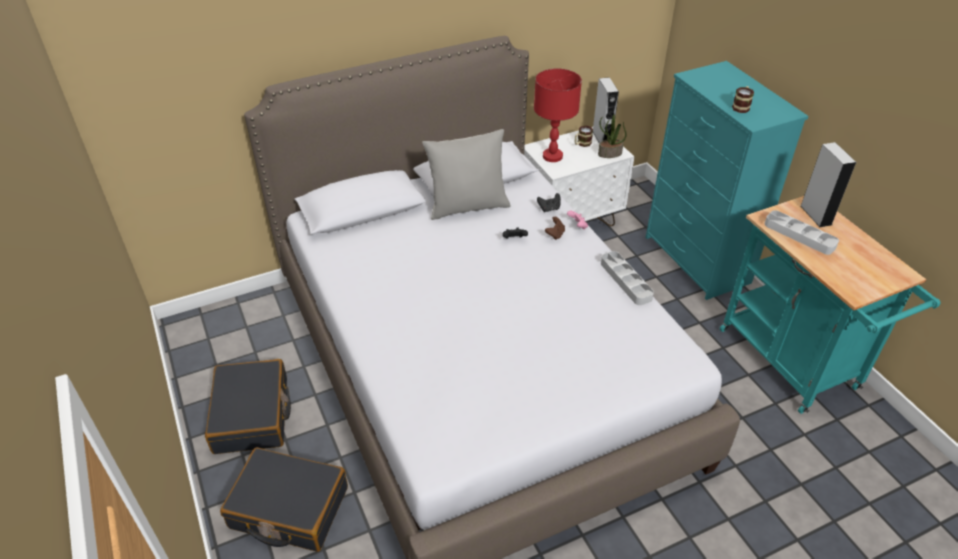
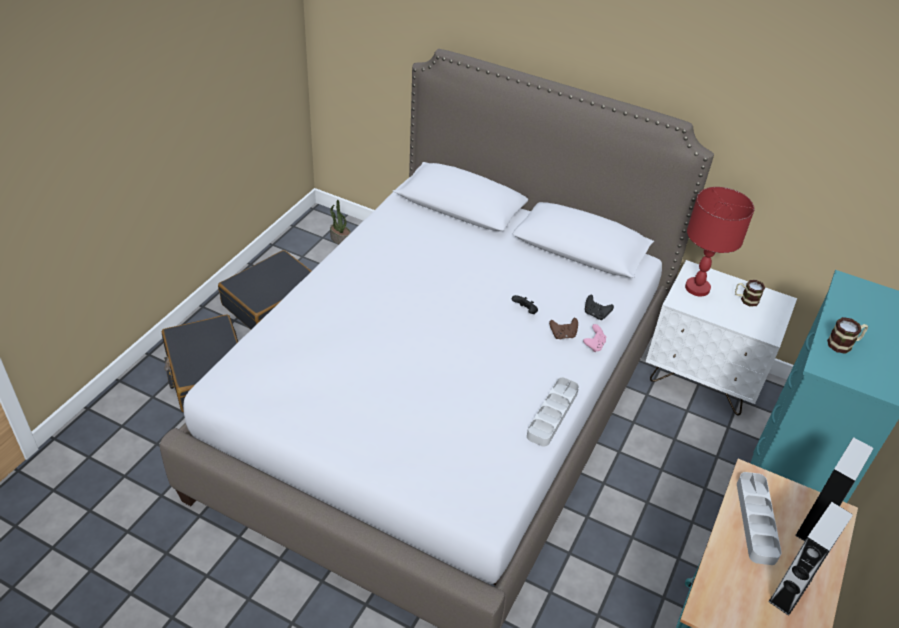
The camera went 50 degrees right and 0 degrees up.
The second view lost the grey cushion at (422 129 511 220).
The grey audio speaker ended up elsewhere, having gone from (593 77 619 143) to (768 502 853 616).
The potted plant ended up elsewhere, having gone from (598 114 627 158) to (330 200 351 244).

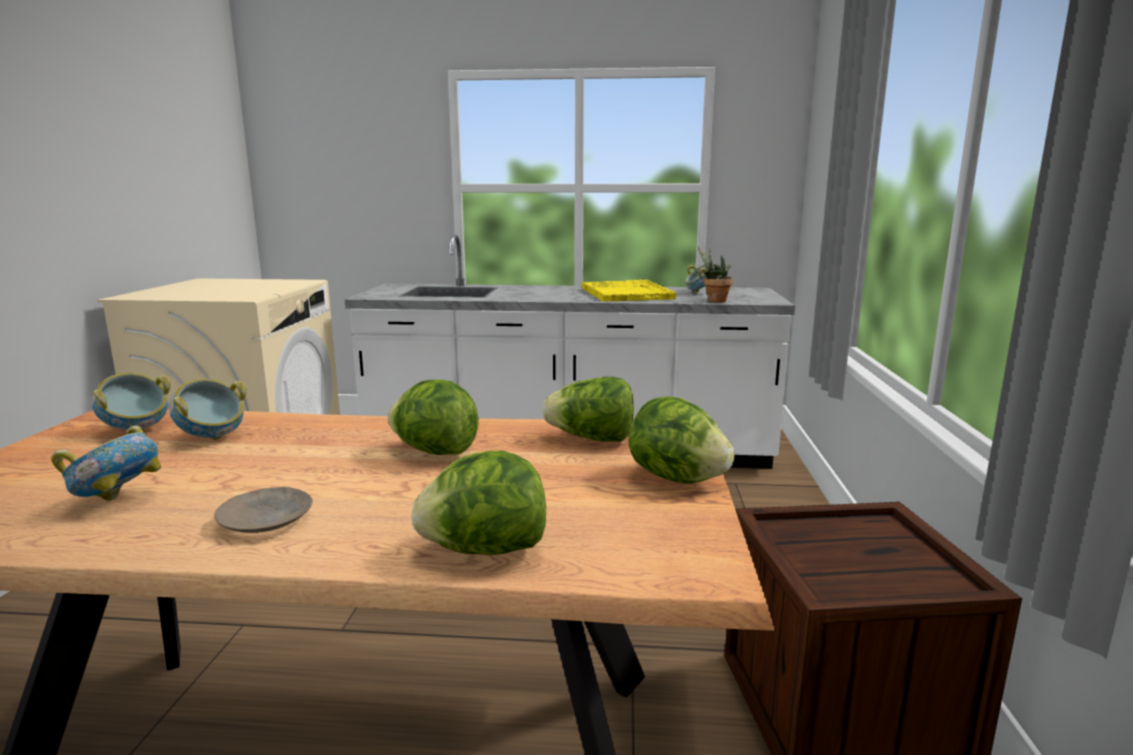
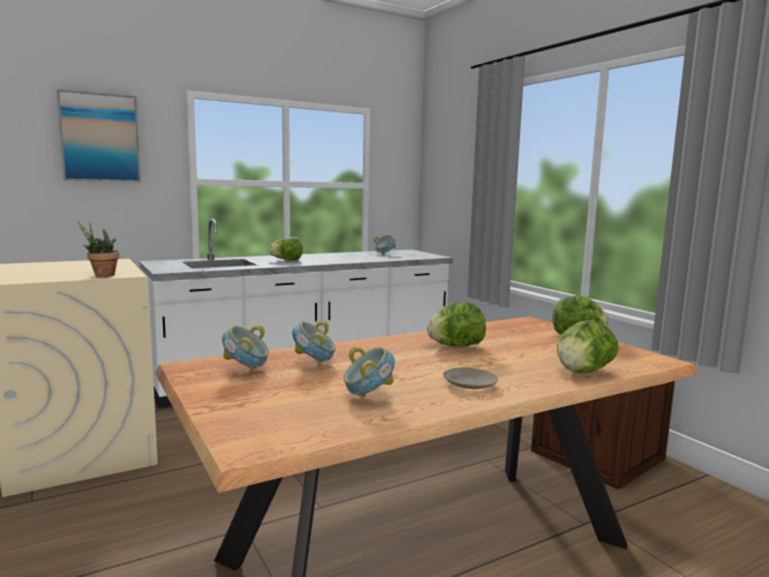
The camera went 35 degrees left and 5 degrees down.
The lettuce head ended up elsewhere, having gone from (542 377 634 442) to (268 237 303 260).
The second view lost the yellow serving tray at (582 280 676 302).
The potted plant ended up elsewhere, having gone from (698 247 733 303) to (78 221 119 277).
The second view gained the picture at (57 89 141 182).

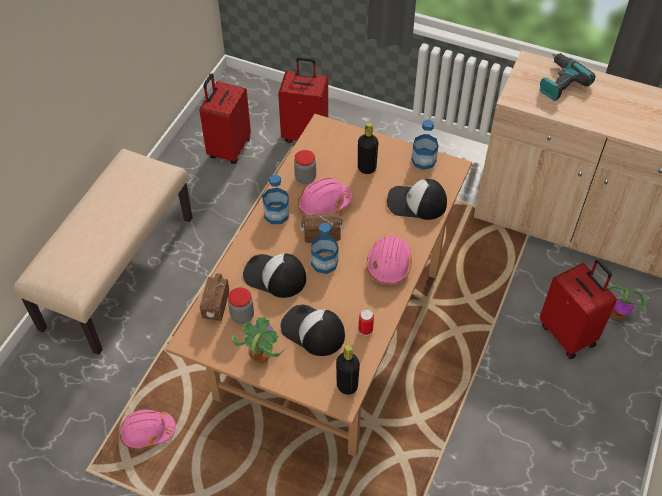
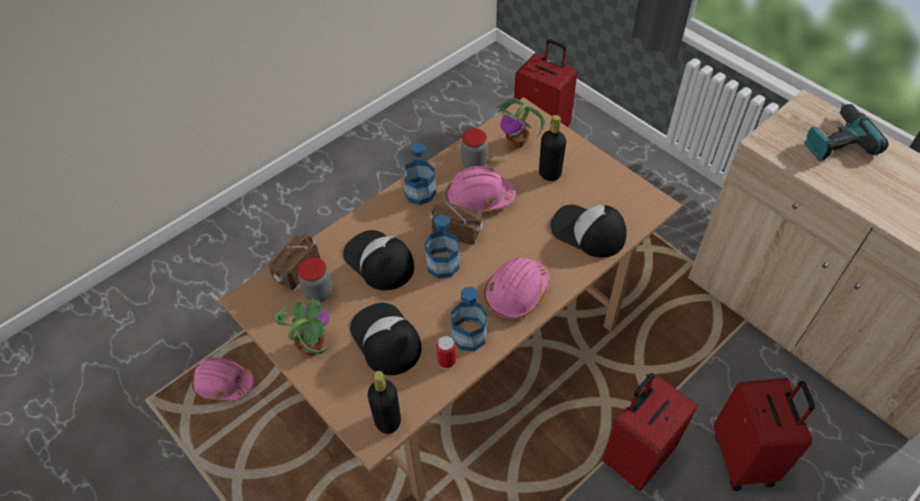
The camera went 25 degrees right and 0 degrees up.
The second view lost the beige bench at (13 149 193 355).
The red-coloured piece of luggage ended up elsewhere, having gone from (200 73 251 164) to (602 373 698 491).
The drink bottle ended up elsewhere, having gone from (411 120 438 170) to (451 287 488 351).
The potted plant ended up elsewhere, having gone from (606 285 647 319) to (495 98 545 148).

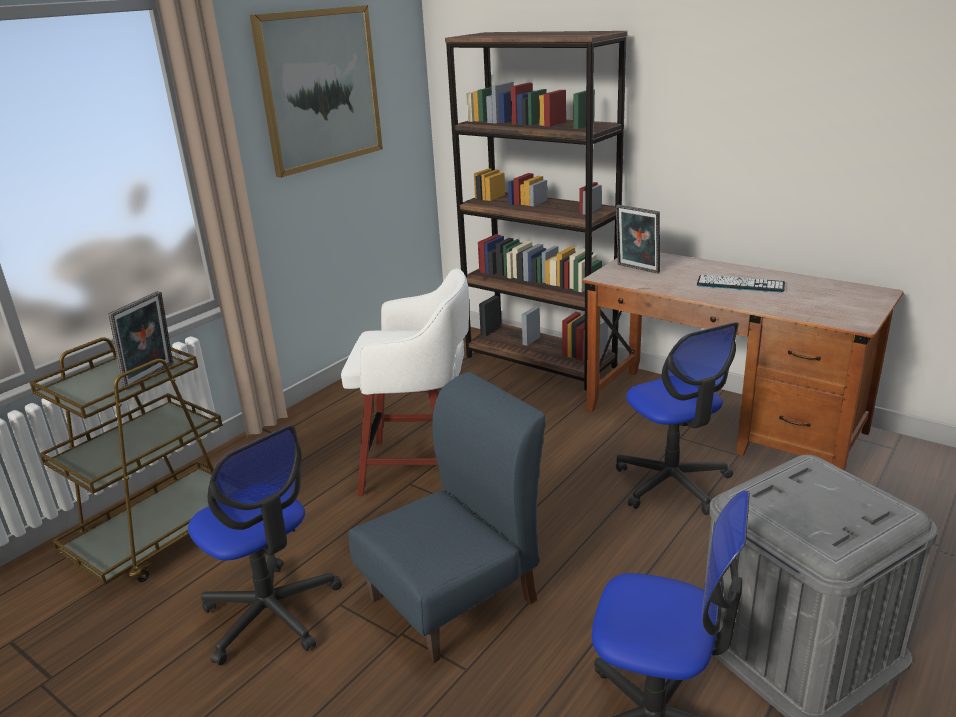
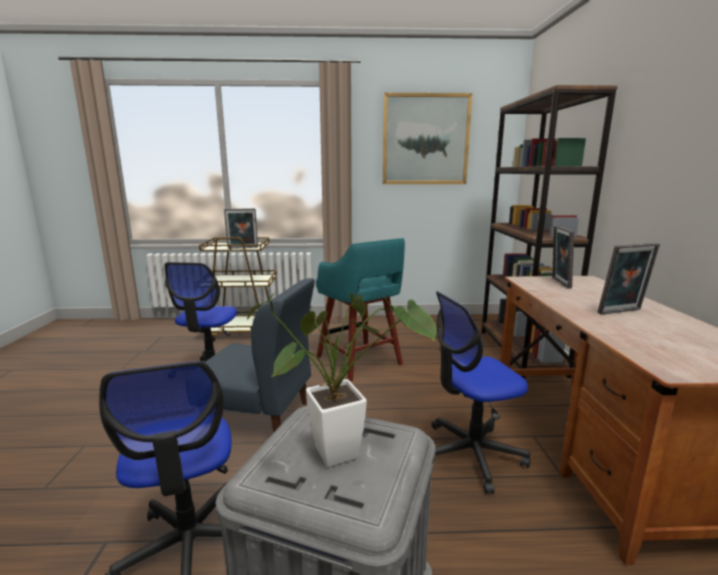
The camera went 50 degrees right and 10 degrees down.
What was the white stool at (341 268 469 496) turned into the blue-green stool at (316 238 405 382).
The office chair at (616 322 739 515) ended up facing another way, 45 degrees clockwise from before.
Where the computer keyboard stood at (697 275 785 293), the picture frame came to stand at (597 243 660 315).
The second view gained the potted plant at (247 293 437 467).

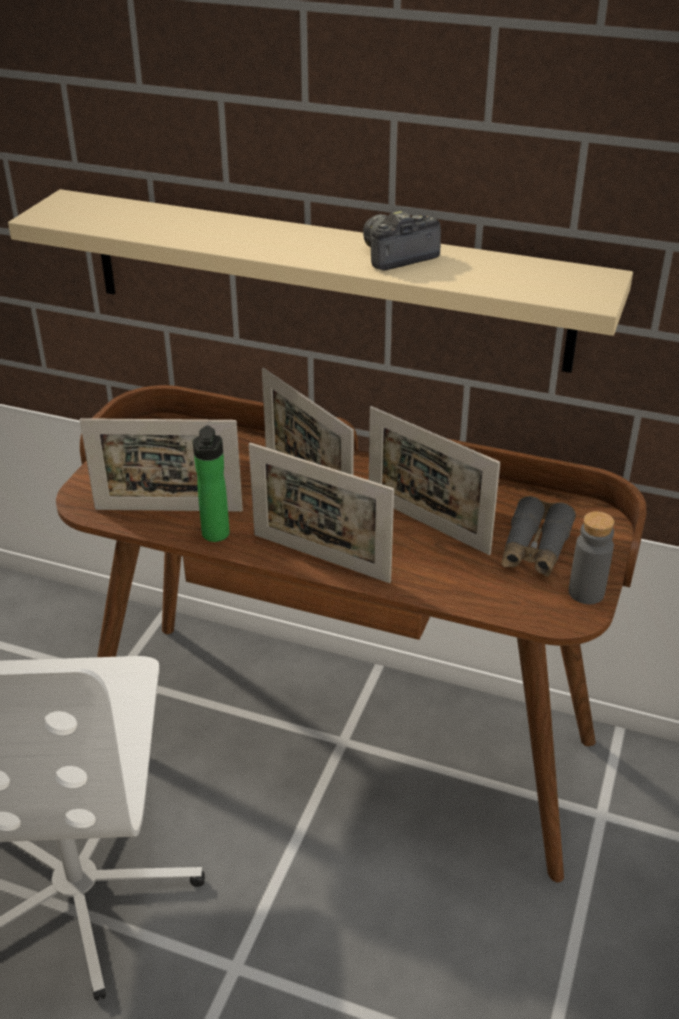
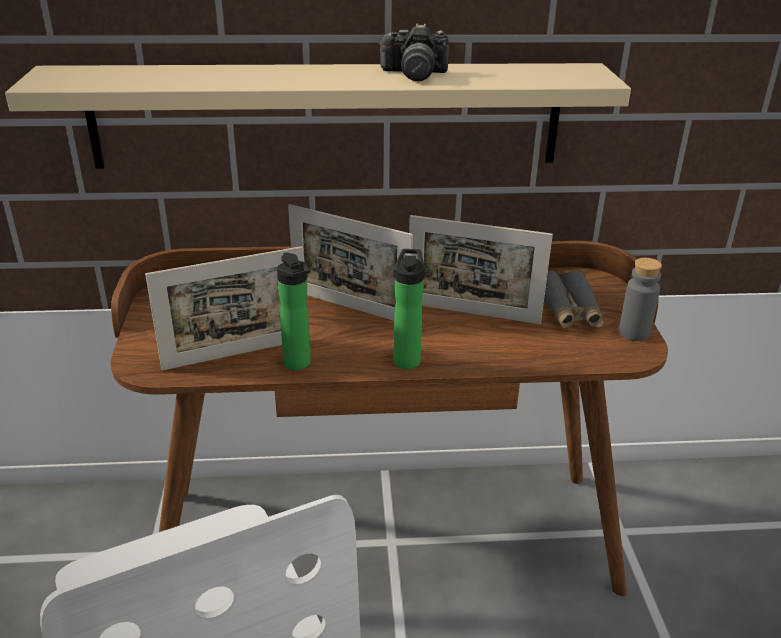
The camera went 25 degrees left and 5 degrees down.
Where the picture frame stood at (249 443 394 583), the drink bottle came to stand at (393 249 424 370).
The still camera at (363 211 441 271) ended up facing another way, 120 degrees counterclockwise from before.

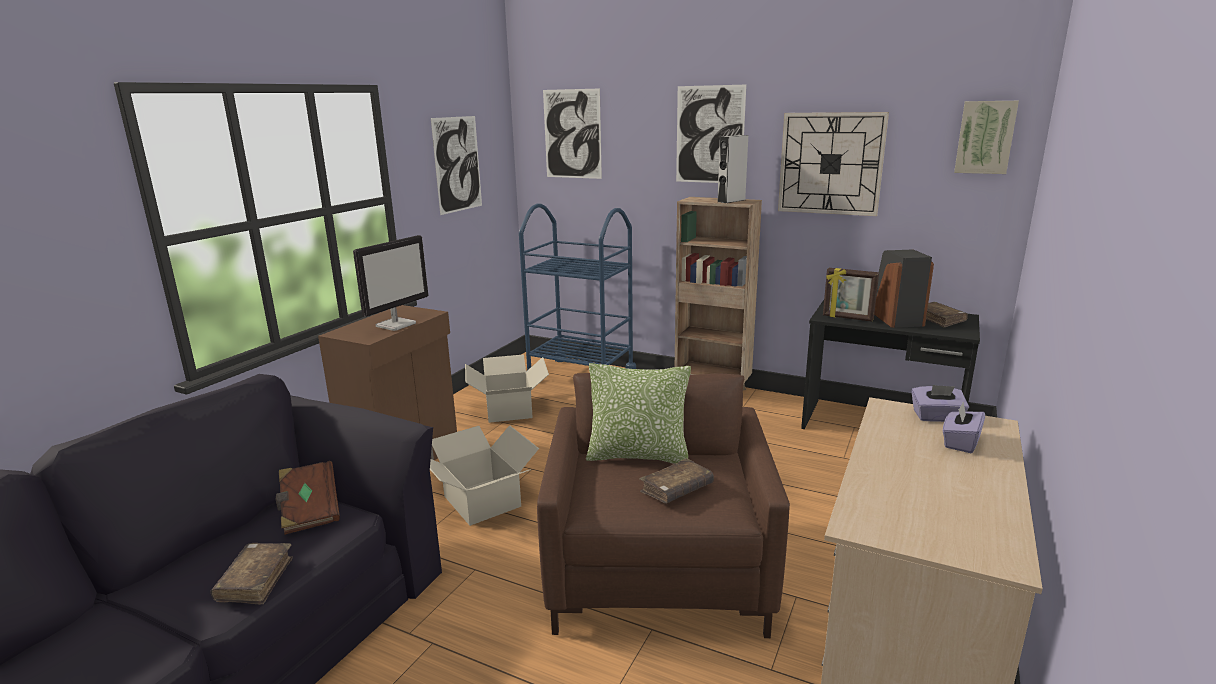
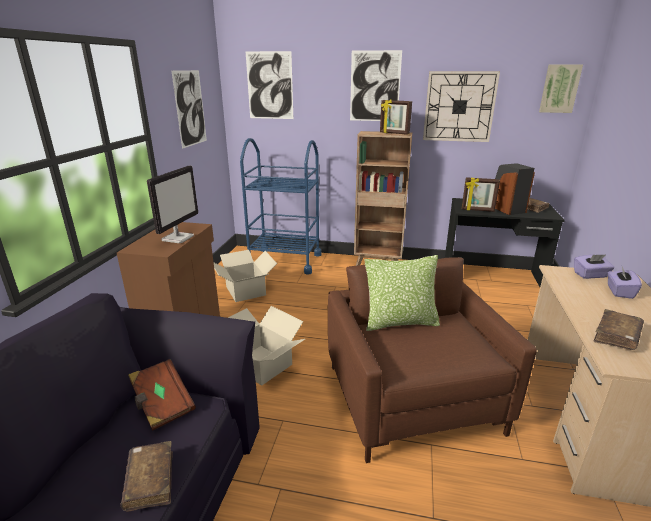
The camera went 15 degrees left and 5 degrees up.
The brownish volume ended up elsewhere, having gone from (639 458 714 503) to (594 309 644 350).
Where the grey audio speaker stood at (717 135 748 203), the picture frame came to stand at (380 100 412 135).

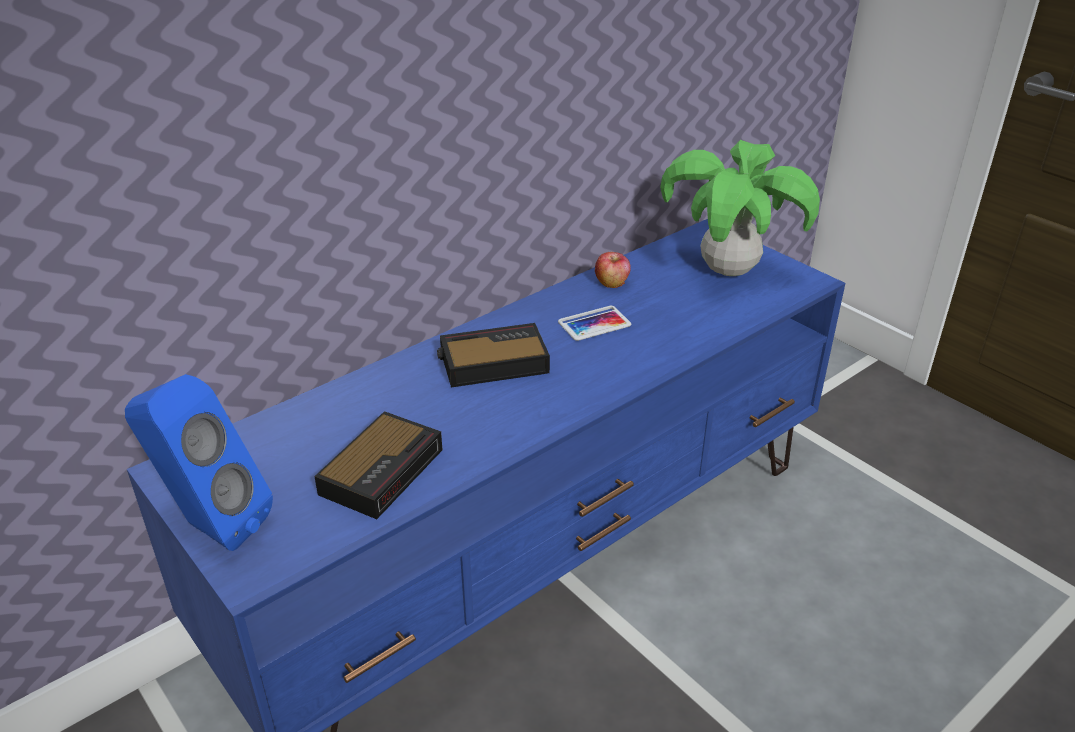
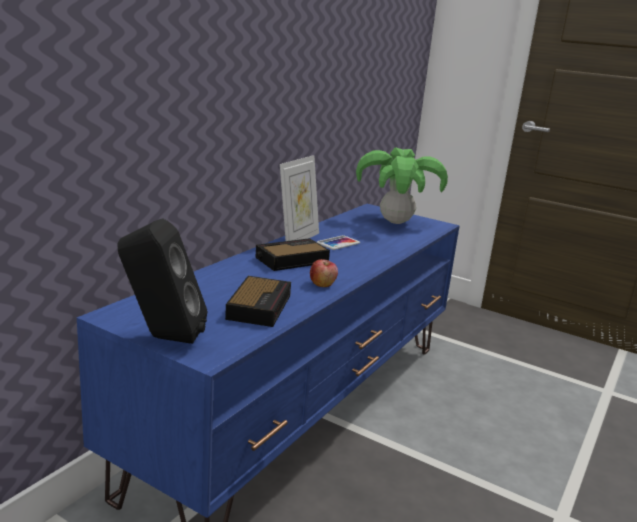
The camera went 20 degrees left and 15 degrees down.
What was the bluish audio speaker at (125 374 273 551) turned into the black audio speaker at (118 218 207 344).
The apple fruit ended up elsewhere, having gone from (595 252 631 288) to (310 259 338 287).
The second view gained the picture frame at (280 155 319 241).

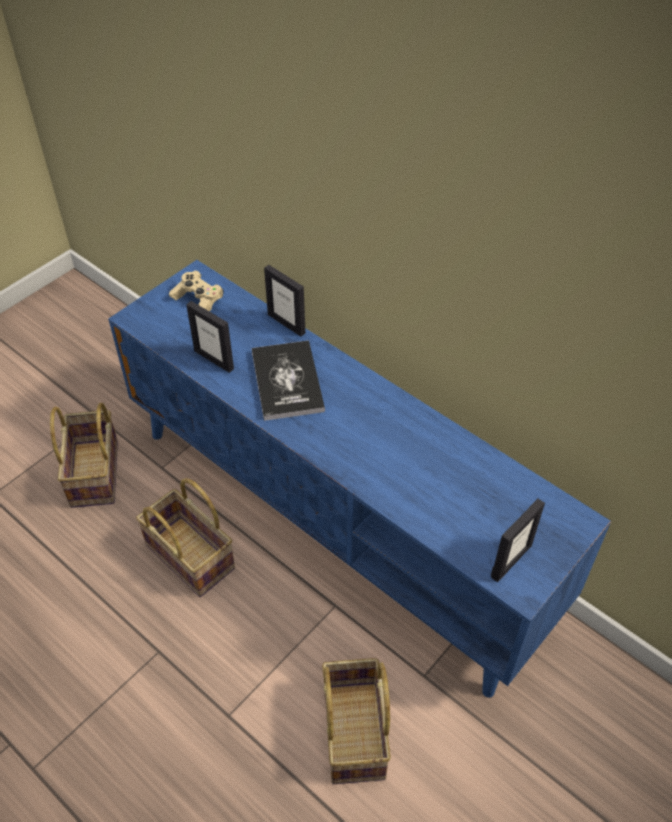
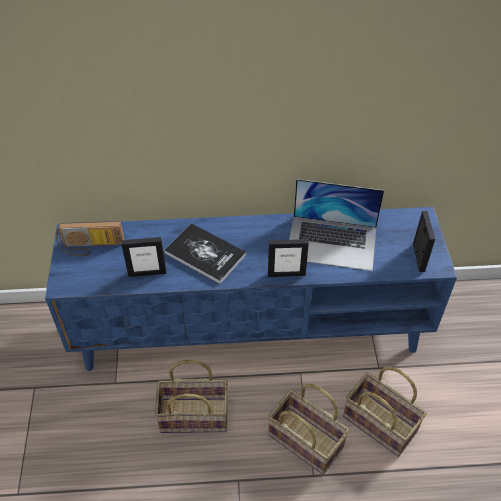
The camera went 45 degrees left and 0 degrees up.
The storage basket ended up elsewhere, having gone from (50 403 118 508) to (268 384 349 475).
Where the beige joypad stood at (169 271 224 312), the radio receiver came to stand at (56 221 125 256).
The picture frame ended up elsewhere, having gone from (264 265 306 336) to (268 239 309 277).
The second view gained the notebook computer at (289 179 384 271).

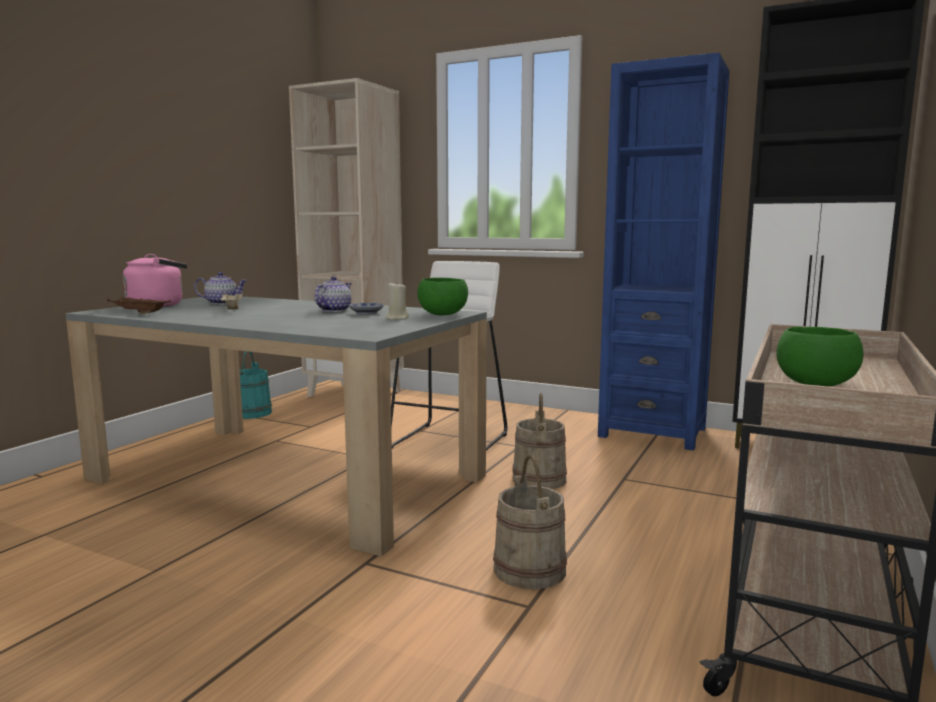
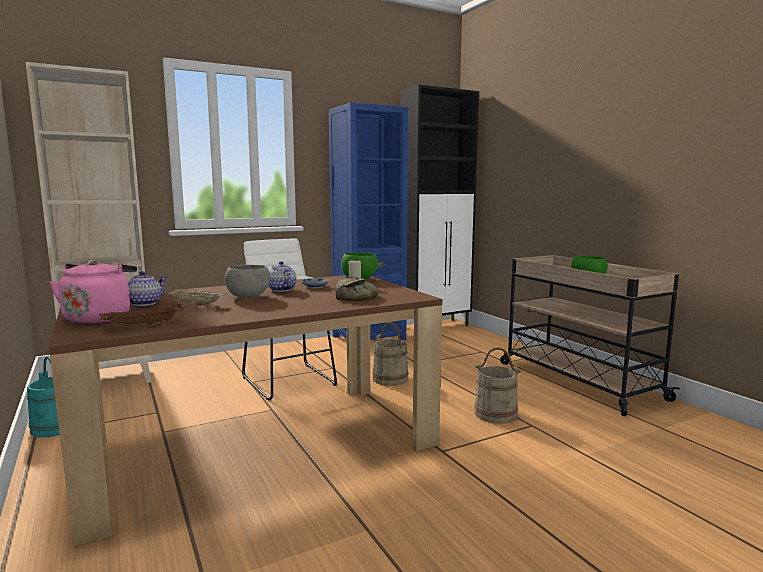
The camera went 55 degrees left and 0 degrees up.
What was the grey kitchen table at (66 296 487 557) turned into the brownish kitchen table at (49 275 442 547).
The second view gained the grey serving bowl at (225 265 270 298).
The second view gained the bakery bread at (335 277 378 301).

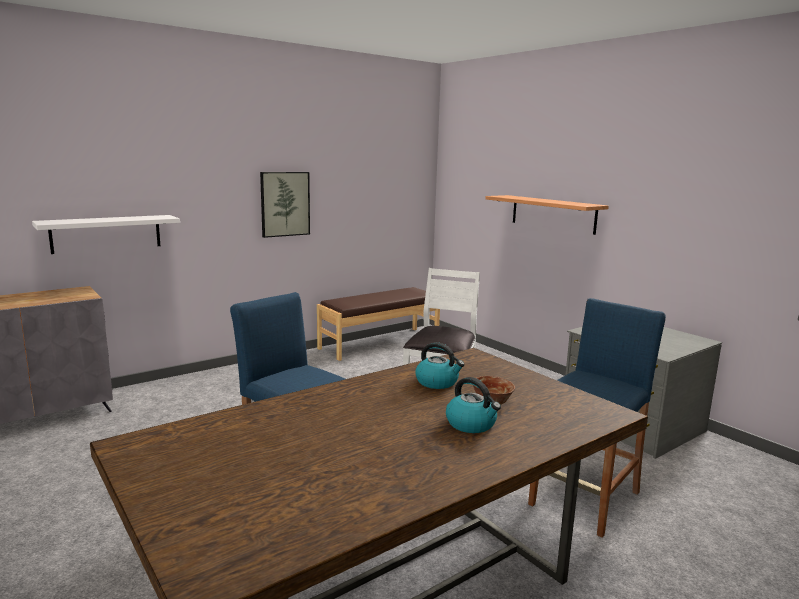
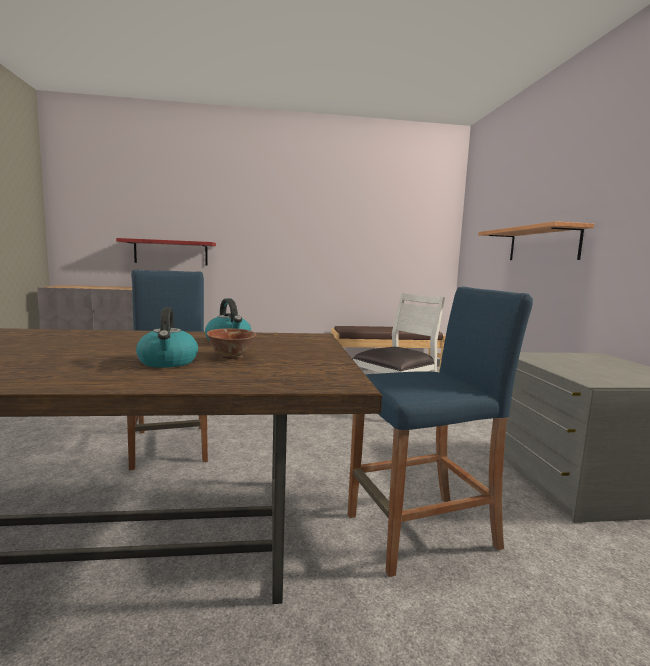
The camera went 30 degrees right and 5 degrees down.
What was the white bracket shelf at (32 215 180 254) turned into the red-coloured bracket shelf at (116 238 216 265).
The second view lost the picture at (260 172 310 238).

